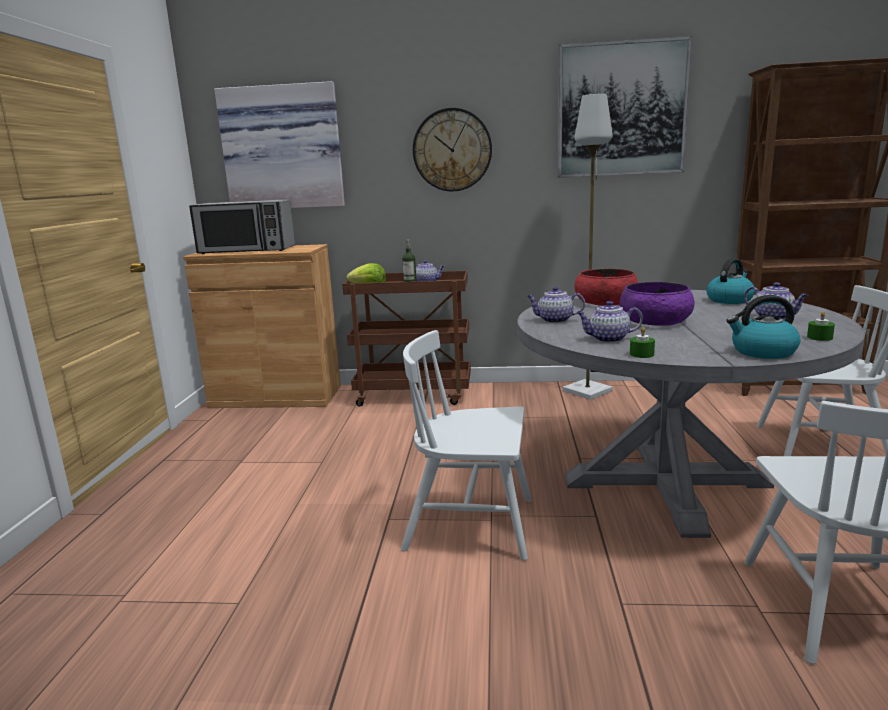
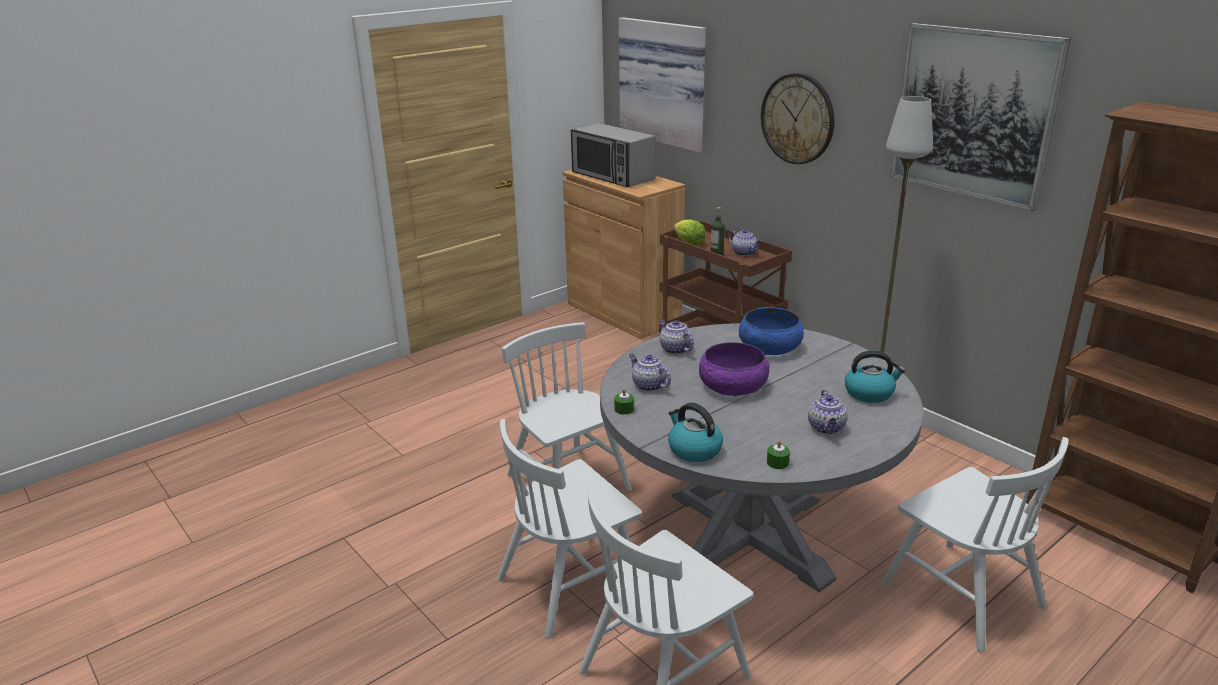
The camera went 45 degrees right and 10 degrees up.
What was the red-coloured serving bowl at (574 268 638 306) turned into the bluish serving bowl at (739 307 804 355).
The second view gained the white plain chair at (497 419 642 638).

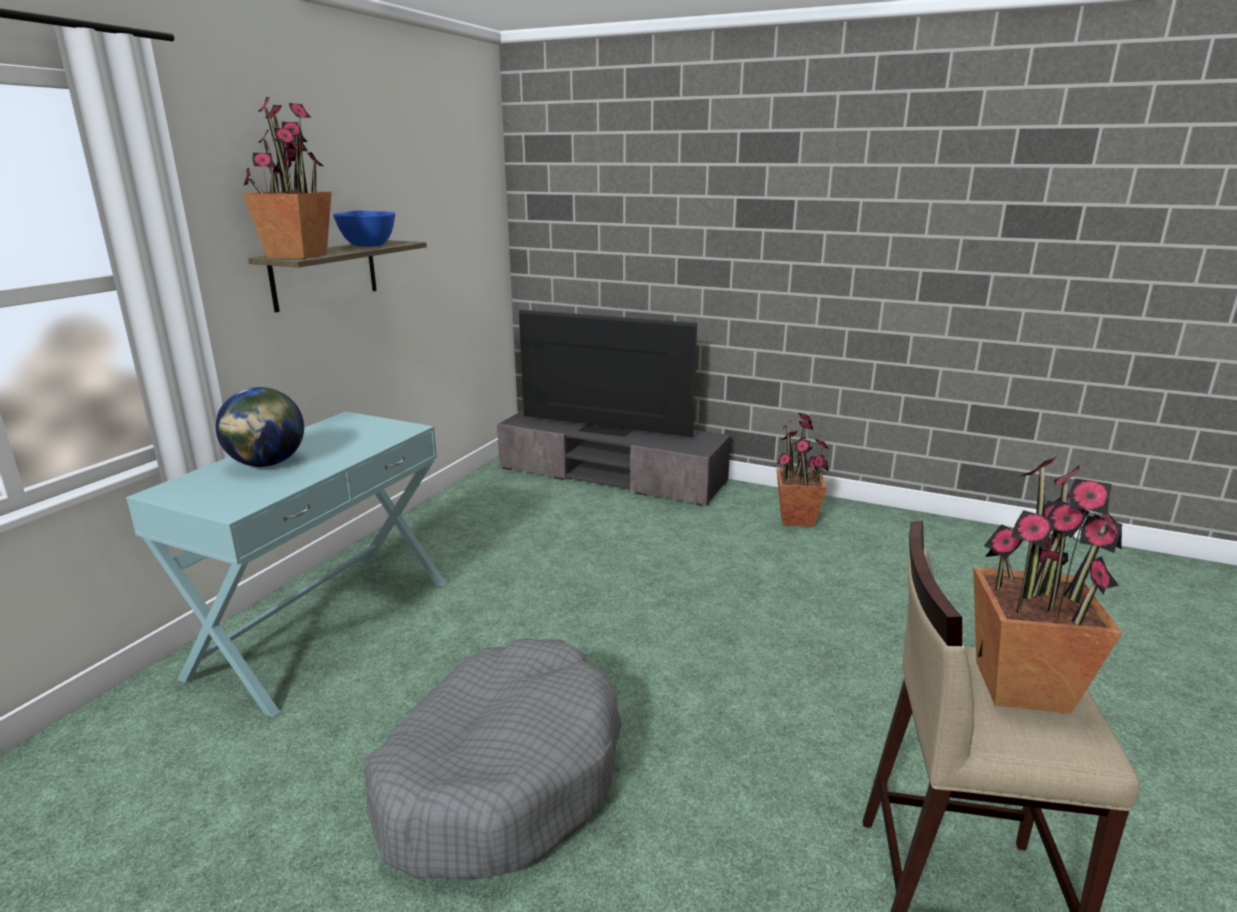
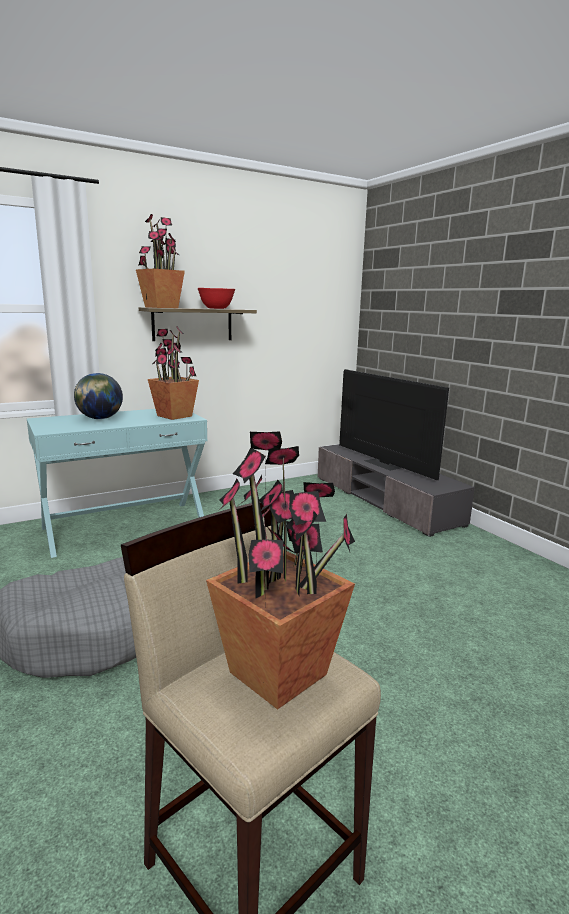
The camera went 35 degrees right and 5 degrees down.
What was the bluish serving bowl at (333 211 395 247) turned into the red-coloured serving bowl at (198 288 235 309).
The potted plant ended up elsewhere, having gone from (776 413 829 527) to (148 326 199 420).

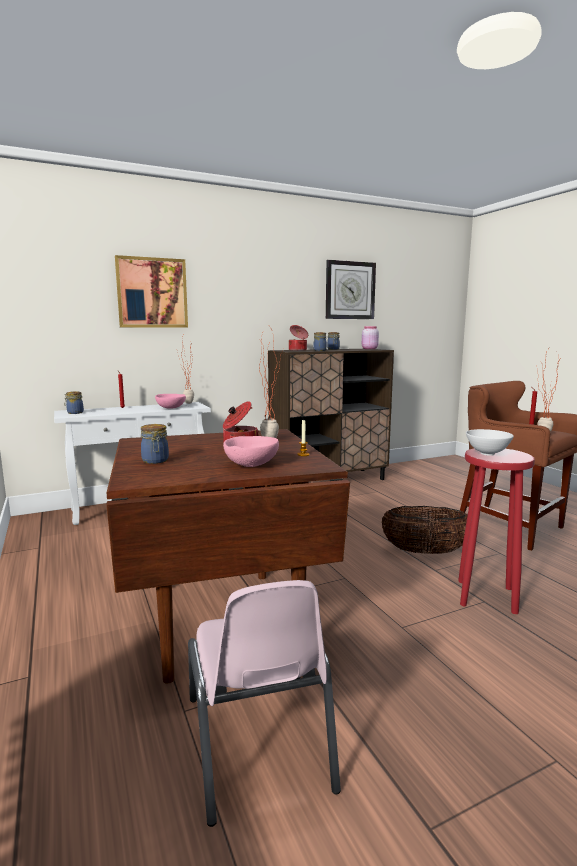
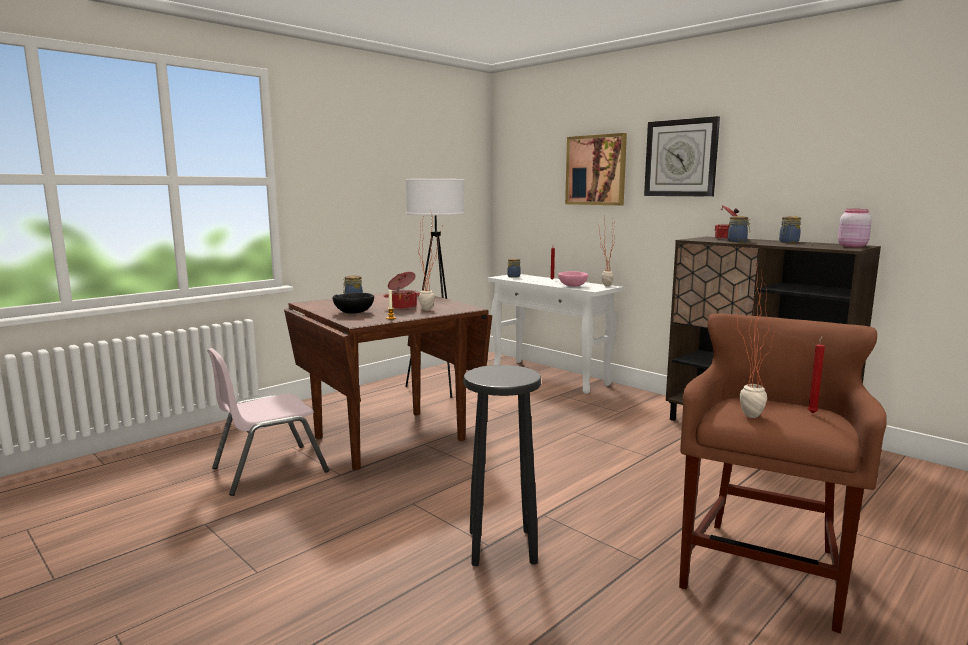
The camera went 70 degrees right and 0 degrees up.
What was the pink serving bowl at (223 436 279 467) turned into the black serving bowl at (333 293 374 314).
The clock on the wall ended up elsewhere, having gone from (326 260 376 319) to (644 116 720 197).
The second view lost the storage basket at (381 506 468 554).
What was the red-coloured stool at (458 448 535 614) turned into the black stool at (463 365 541 566).
The second view lost the white serving bowl at (466 429 514 456).
The second view gained the white standard lamp at (405 179 464 398).

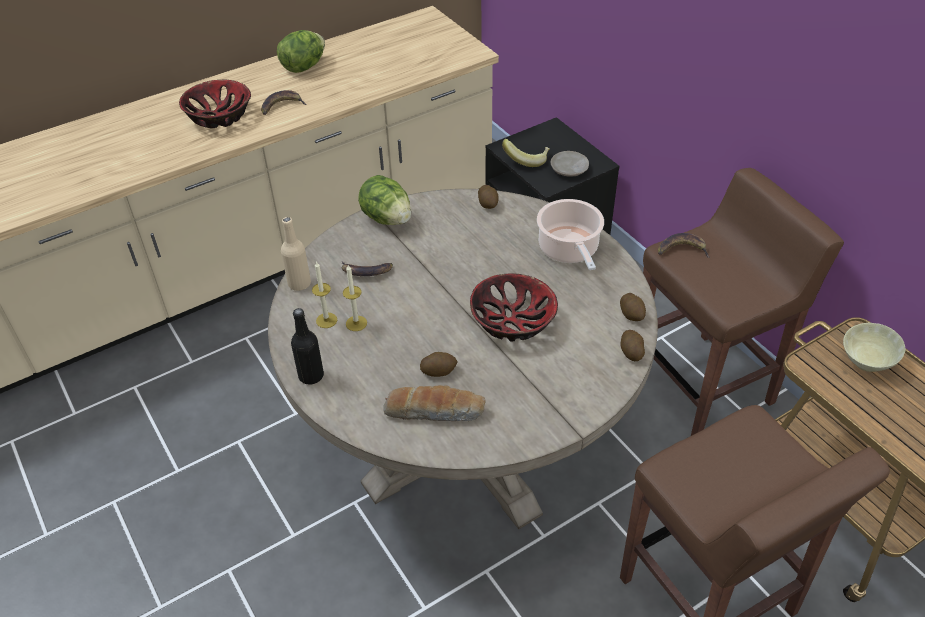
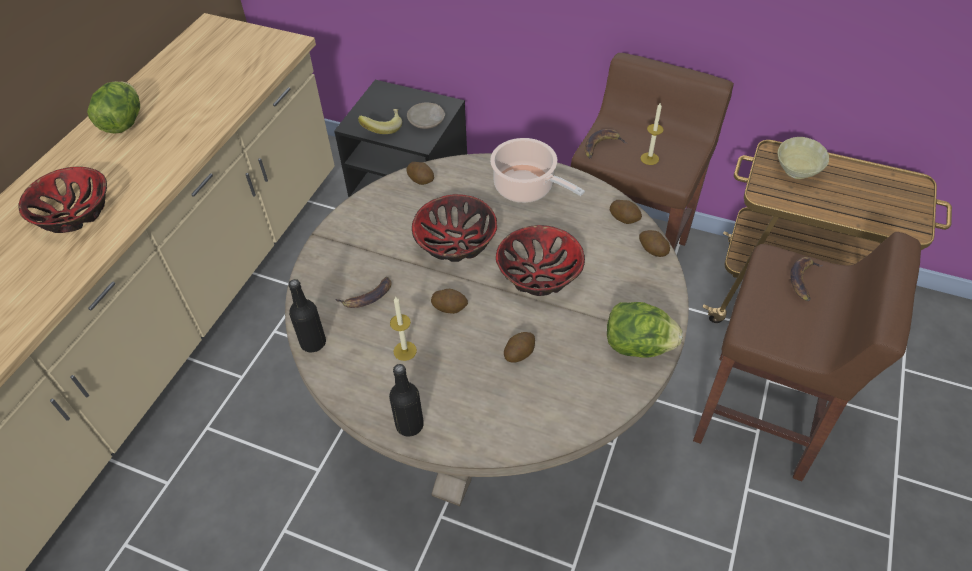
The camera went 35 degrees left and 5 degrees up.
The banana ended up elsewhere, having gone from (261 90 307 115) to (790 257 823 301).
What was the beige drink bottle at (281 217 311 291) turned into the black drink bottle at (288 279 326 353).
The wax candle ended up elsewhere, having gone from (312 261 337 328) to (640 103 664 165).
The lettuce head ended up elsewhere, having gone from (358 175 411 225) to (607 302 683 358).
The second view lost the bakery bread at (383 385 486 421).
The second view gained the serving bowl at (412 194 497 262).
The second view gained the potato at (431 289 468 314).

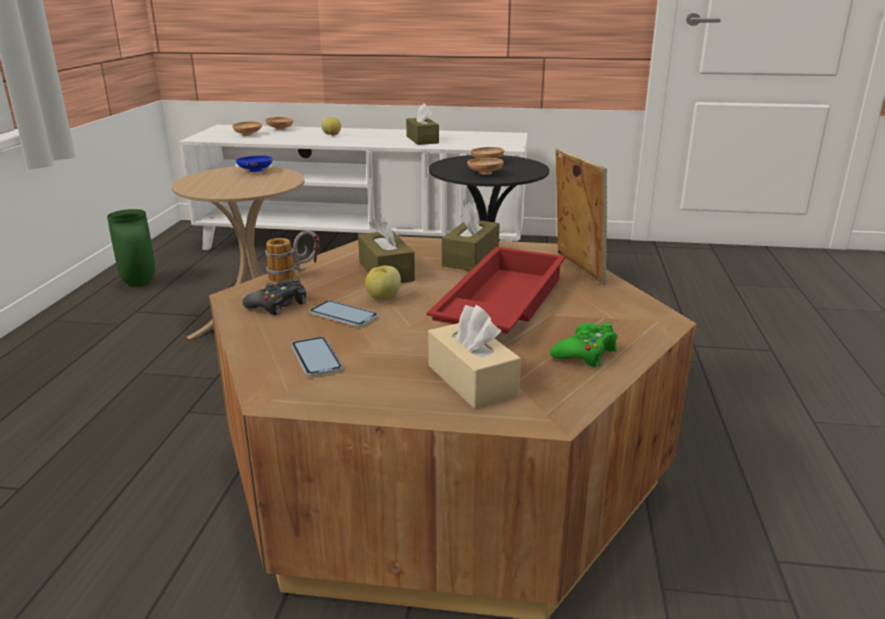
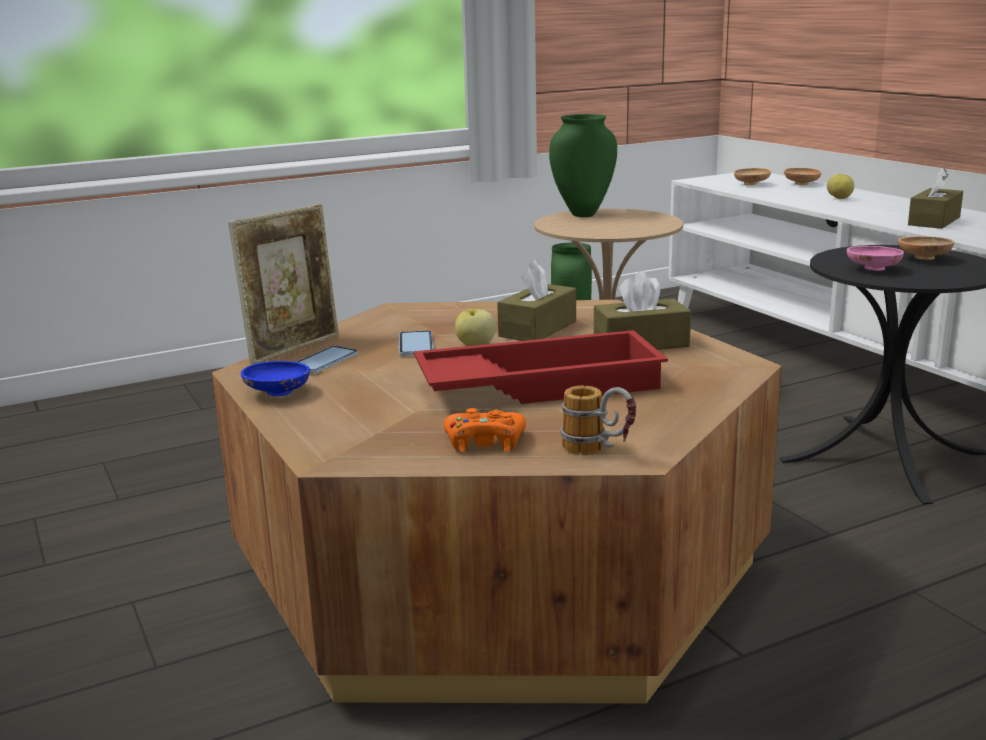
The camera went 55 degrees right and 5 degrees down.
The bluish serving bowl ended up elsewhere, having gone from (236 156 273 172) to (241 361 310 396).
The second view lost the black joypad at (242 278 306 315).
The mug ended up elsewhere, having gone from (265 231 320 282) to (561 385 636 455).
The second view lost the beige tissue box at (428 305 521 409).
What was the brownish serving bowl at (467 158 504 175) turned into the pink serving bowl at (847 246 904 271).
What was the green joypad at (550 323 617 367) turned into the orange-coloured joypad at (444 408 526 452).
The picture frame ended up elsewhere, having gone from (556 149 608 285) to (229 204 339 365).
The second view gained the green flower vase at (549 114 617 217).

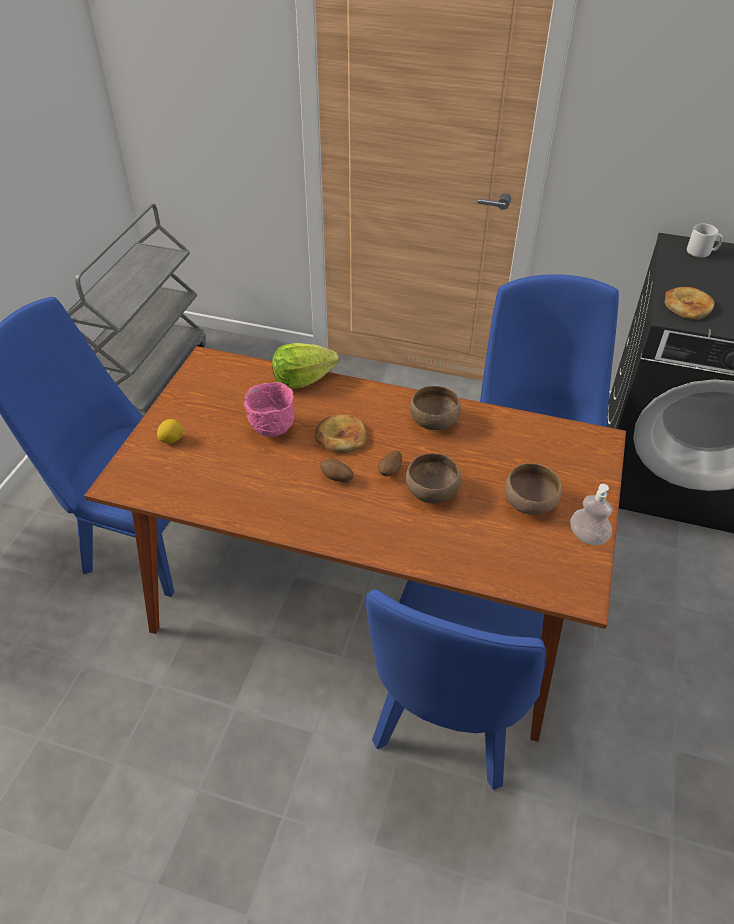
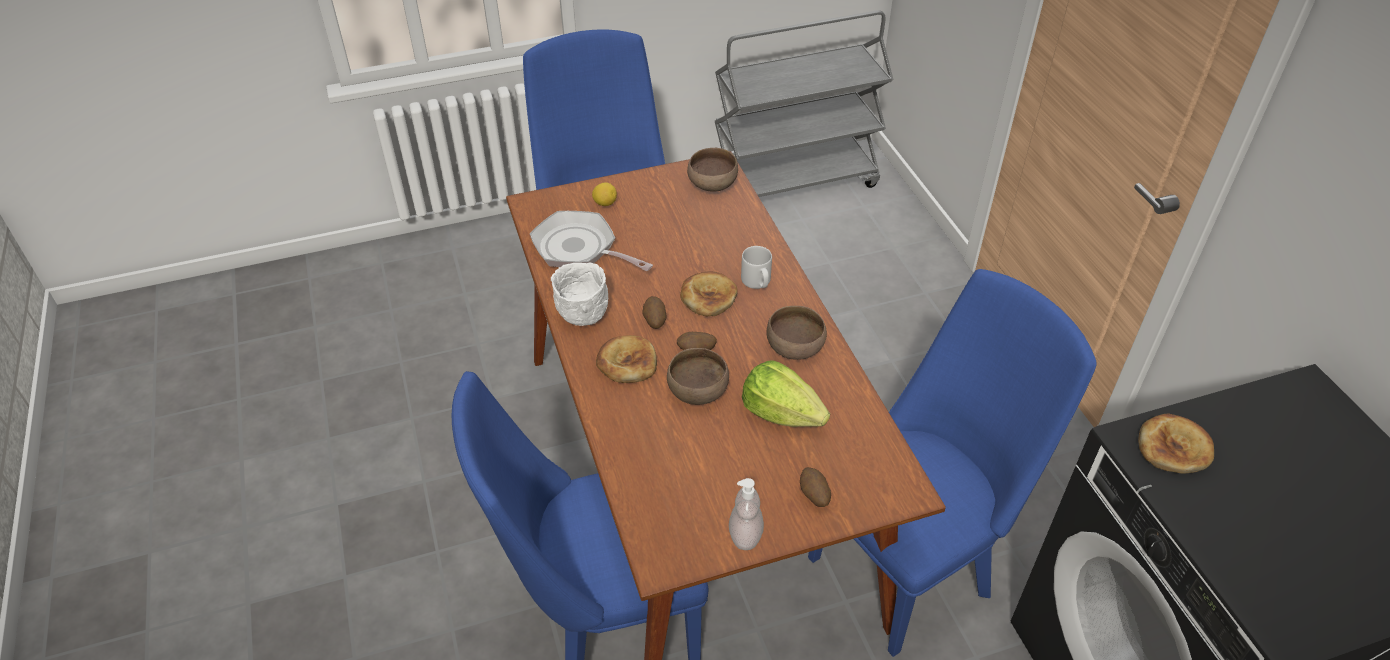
The camera went 55 degrees right and 0 degrees up.
The second view lost the pink serving bowl at (243 382 294 437).
The lettuce head ended up elsewhere, having gone from (272 343 339 389) to (742 360 830 427).
The brownish serving bowl ended up elsewhere, having gone from (505 463 562 515) to (687 148 738 192).
The grey mug ended up elsewhere, having gone from (687 224 723 258) to (741 246 772 289).
The second view gained the frying pan at (530 211 653 271).
The second view gained the white serving bowl at (551 263 609 326).
The second view gained the bakery bread at (596 335 657 383).
The second view gained the potato at (800 467 831 507).

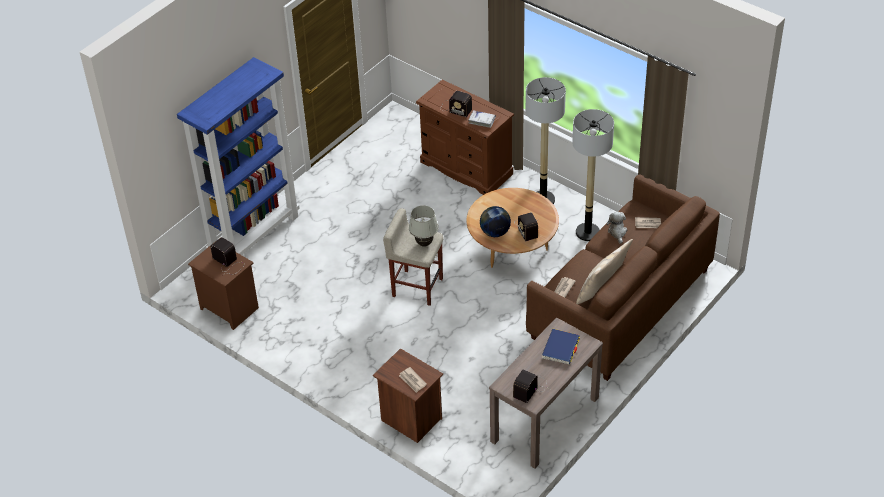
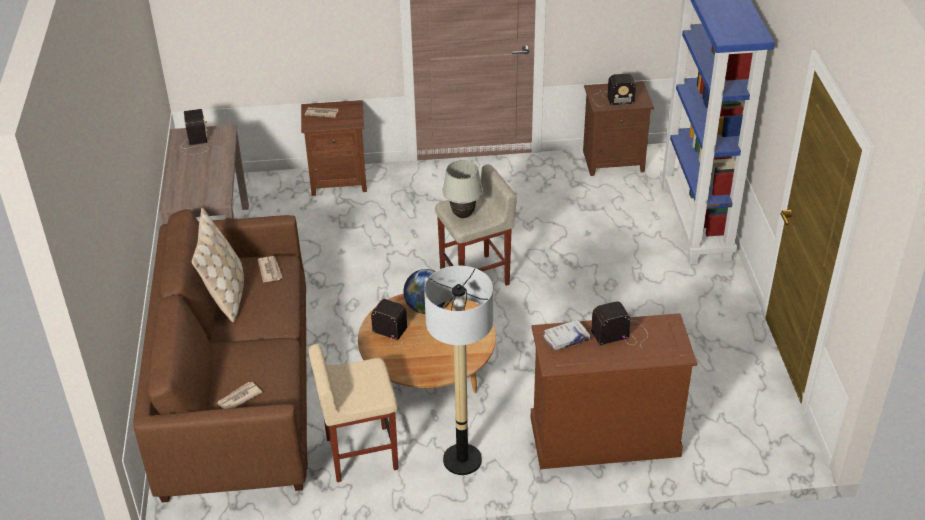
The camera went 135 degrees right and 5 degrees down.
The second view lost the bluish volume at (542 329 580 364).
Where the standard lamp stood at (572 109 614 241), the beige stool came to stand at (309 344 399 482).
The second view lost the plush toy at (607 212 627 244).

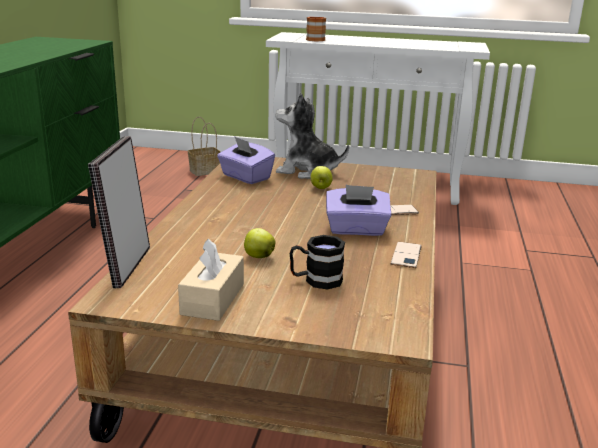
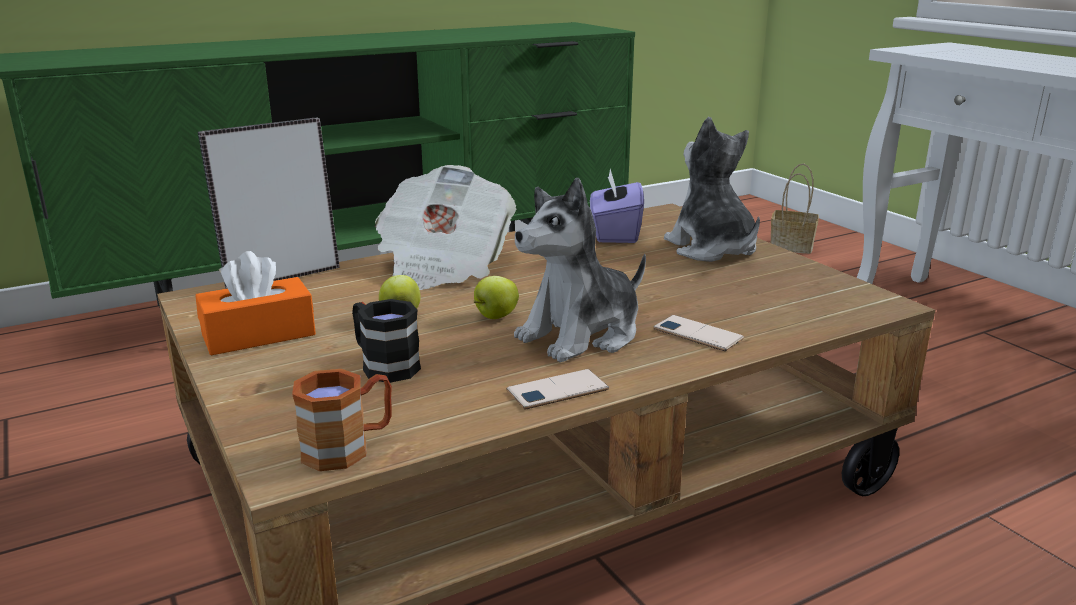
The camera went 50 degrees right and 0 degrees up.
What was the beige tissue box at (178 238 244 321) turned into the orange-coloured tissue box at (195 251 316 355).
The brownish mug ended up elsewhere, having gone from (306 17 326 41) to (292 369 392 471).
The apple fruit ended up elsewhere, having gone from (310 166 333 189) to (474 276 519 319).
Where the purple-coloured tissue box stood at (326 185 391 236), the plush toy came to stand at (514 178 646 362).
The second view gained the printed paper at (374 165 516 290).

